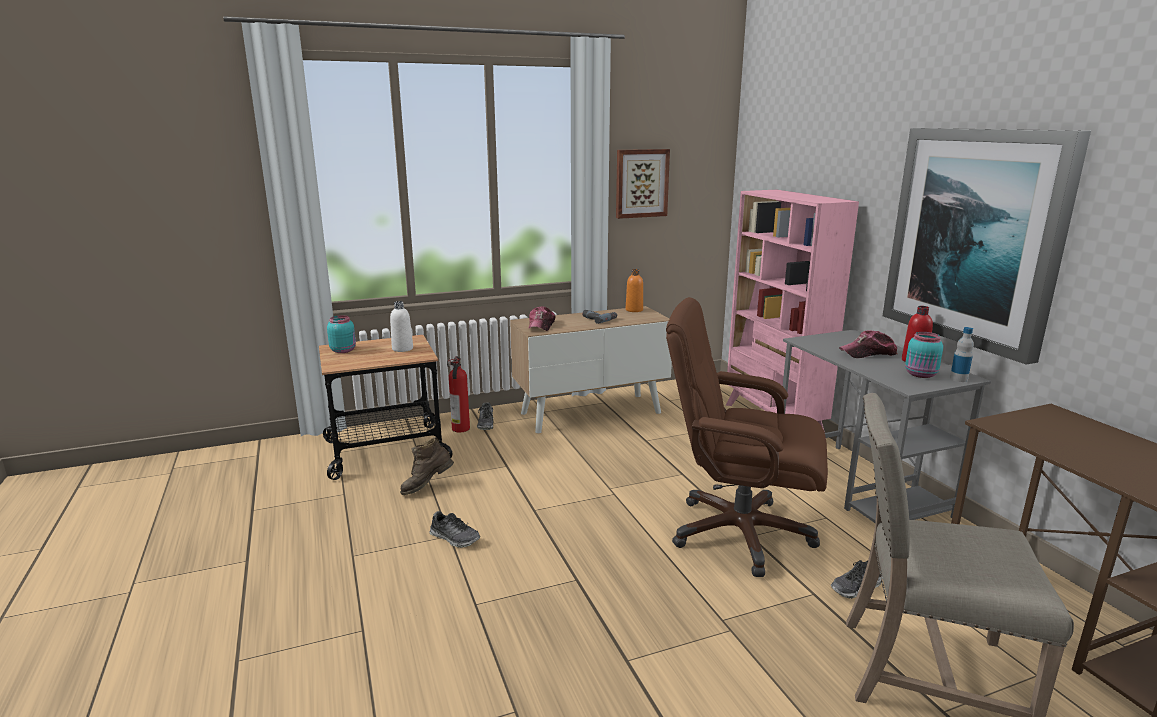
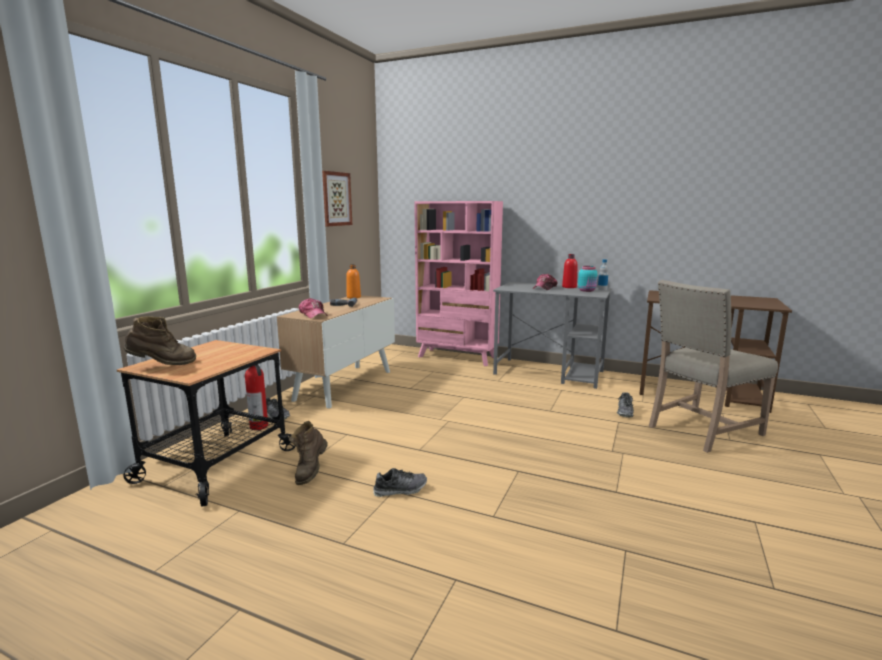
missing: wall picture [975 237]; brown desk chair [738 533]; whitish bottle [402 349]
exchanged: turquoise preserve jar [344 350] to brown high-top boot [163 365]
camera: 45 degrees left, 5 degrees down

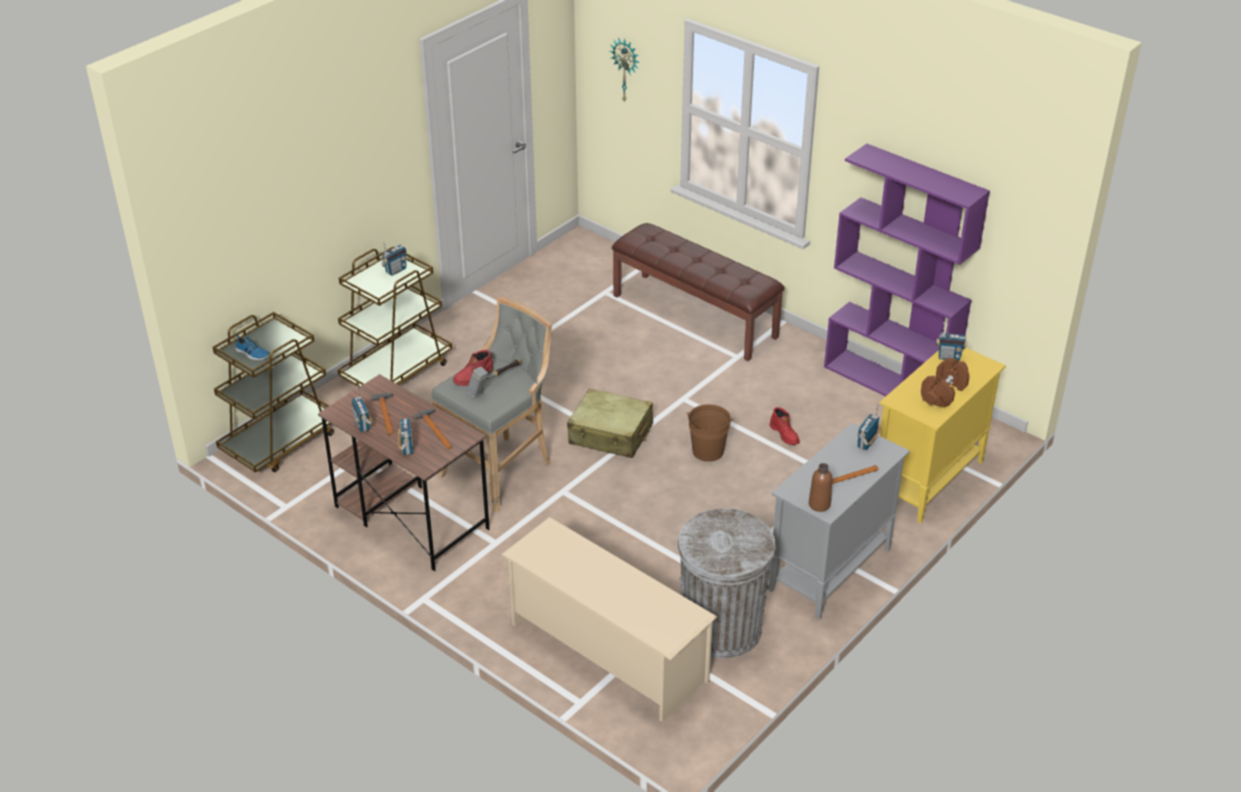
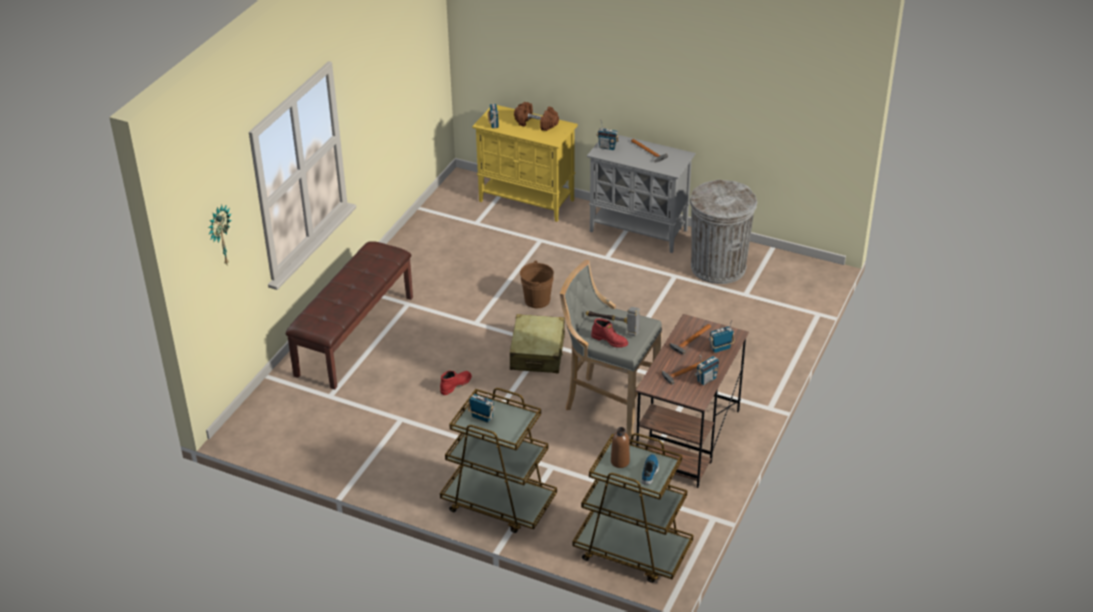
missing: purple bookshelf [889 384]; sand-coloured shoe rack [607 651]
relocated: reddish high-top boot [785 434] to [455 385]; brown bottle [819 504] to [620 461]
camera: 105 degrees left, 0 degrees up

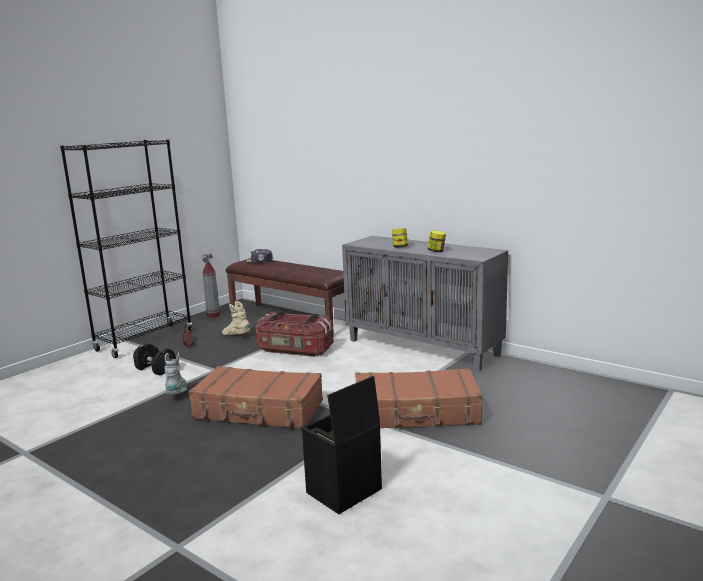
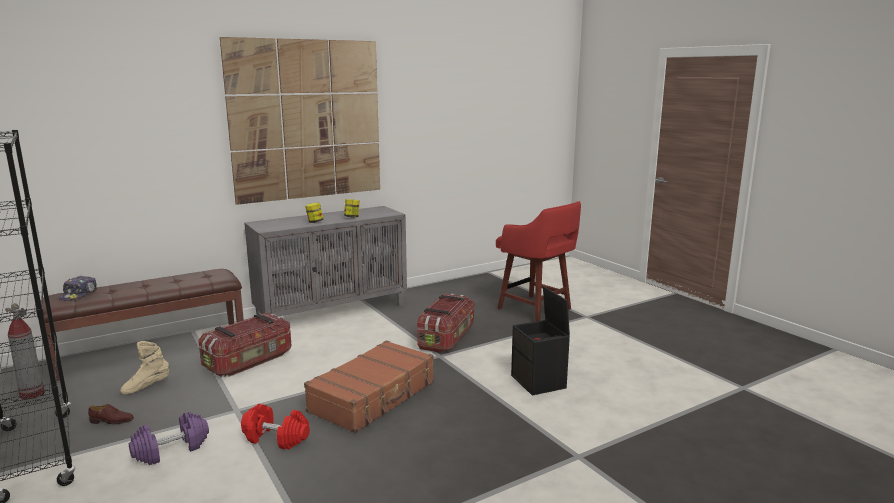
appeared: wall picture [306 120]; reddish stool seat [536 309]
exchanged: gray high-top boot [178 393] to reddish hand weight [275 438]; brown piece of luggage [416 413] to storage box [447 338]
colour: blackish hand weight [156 368] to purple hand weight [171 450]
camera: 70 degrees left, 0 degrees up

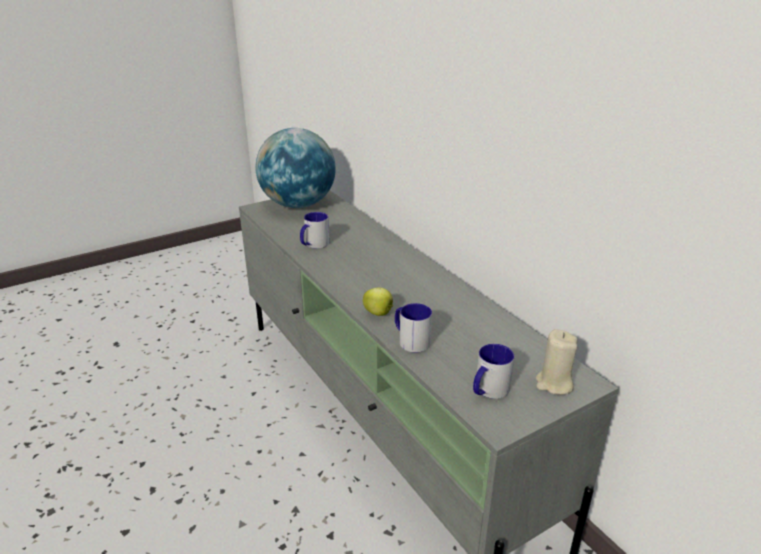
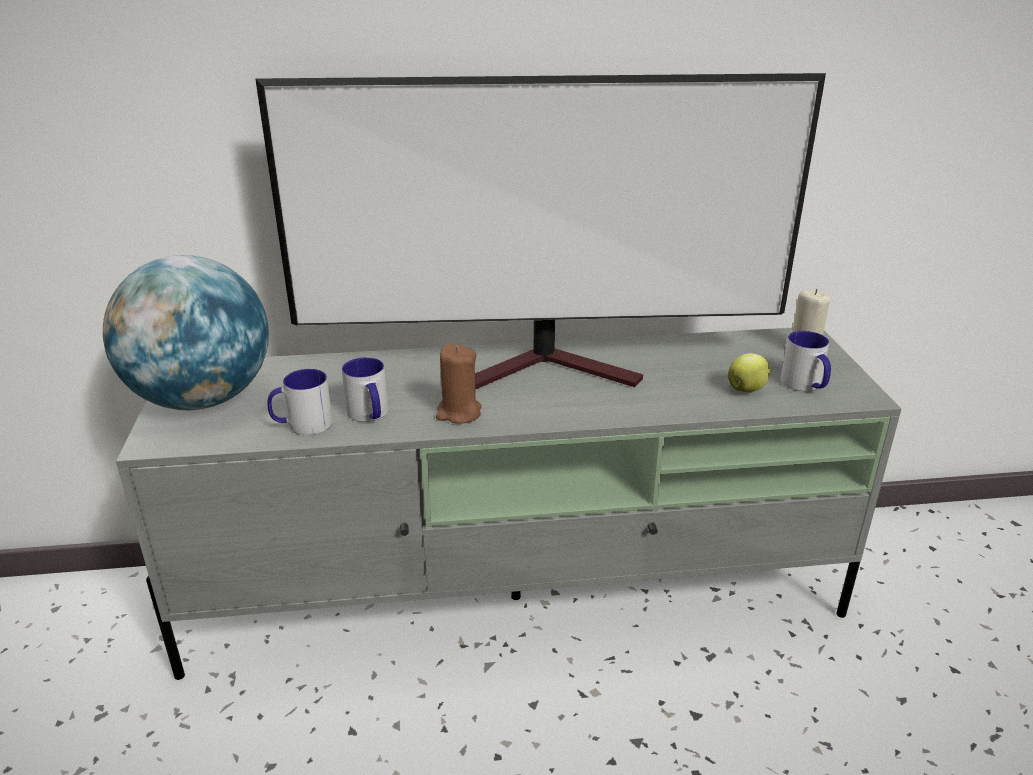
appeared: TV [552 369]; brown wax candle [458 413]
relocated: whole apple [379 313] to [746 389]; mug [410 340] to [302 425]
camera: 65 degrees left, 0 degrees up

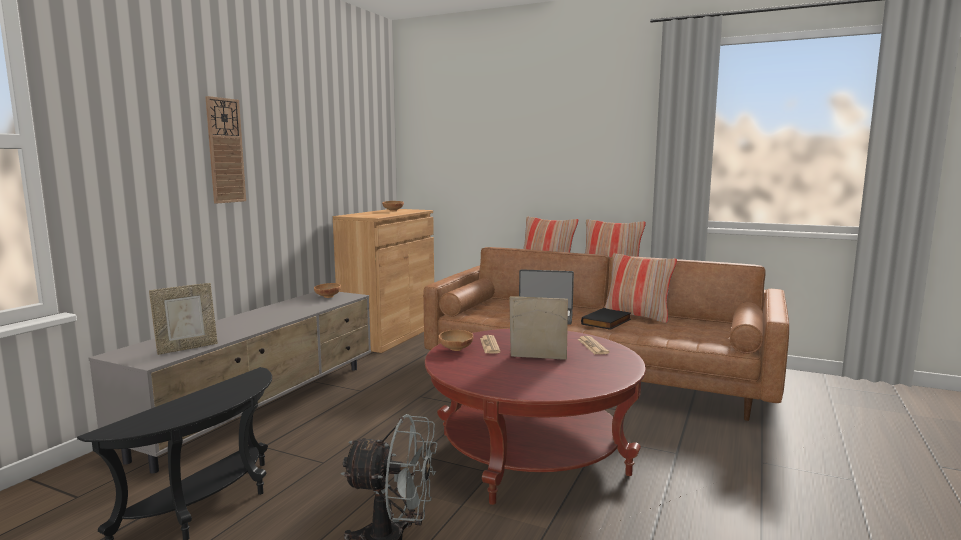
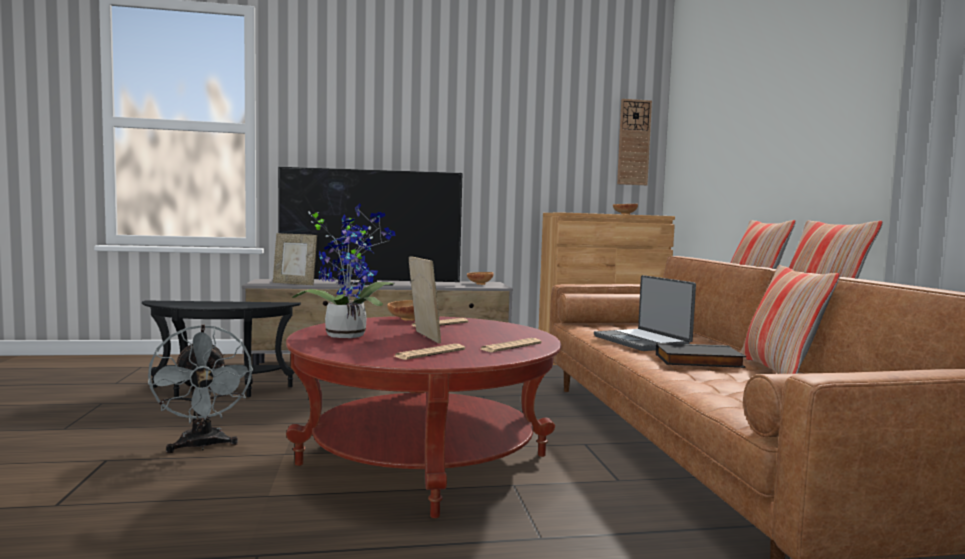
appeared: TV [369 283]; houseplant [348 334]; printed paper [430 353]
relocated: hanging clock [225 151] to [633 142]
camera: 55 degrees right, 5 degrees down

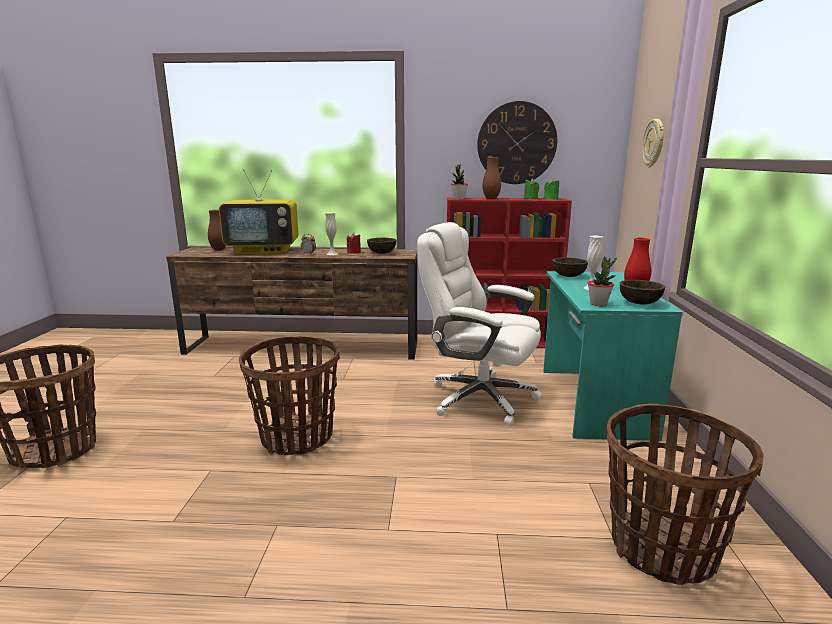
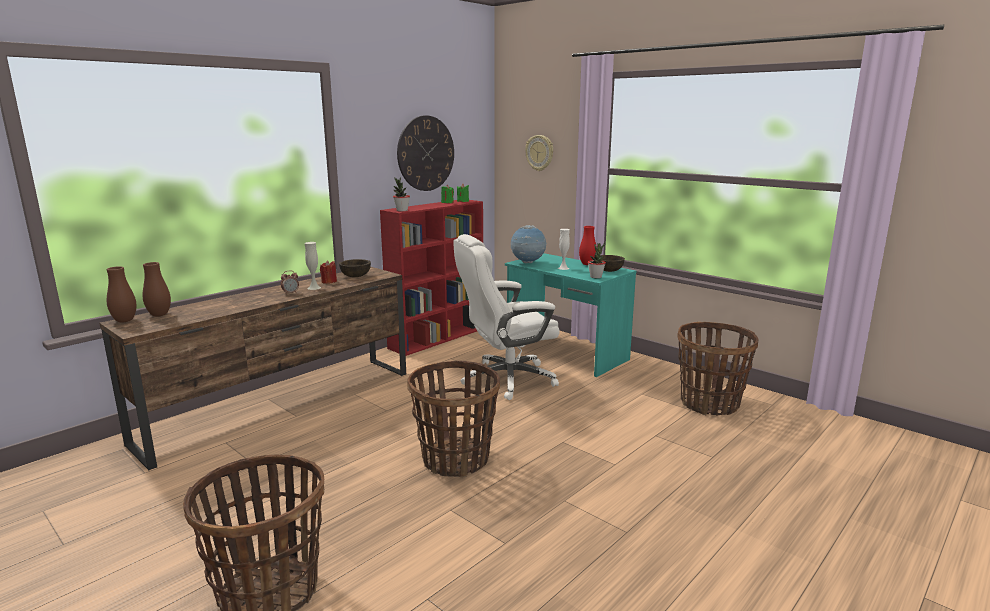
missing: TV [264 251]
relocated: brown flower vase [491 199] to [125 321]
exchanged: brown deep dish [568 276] to globe [528 263]
camera: 50 degrees left, 0 degrees up

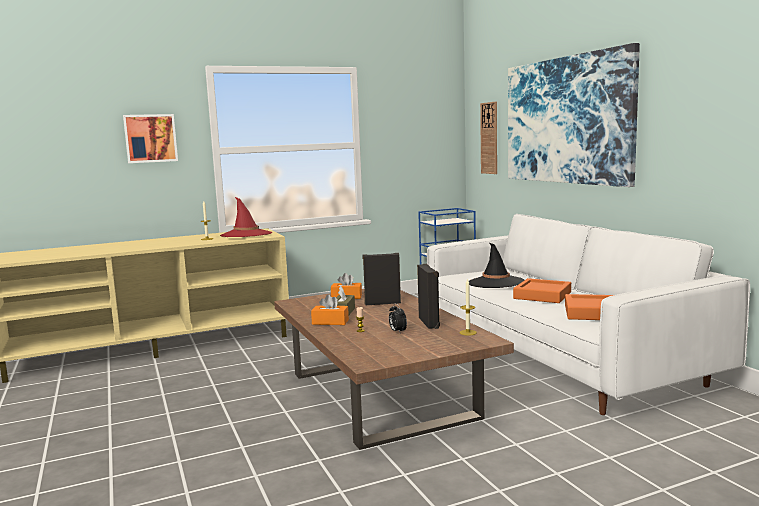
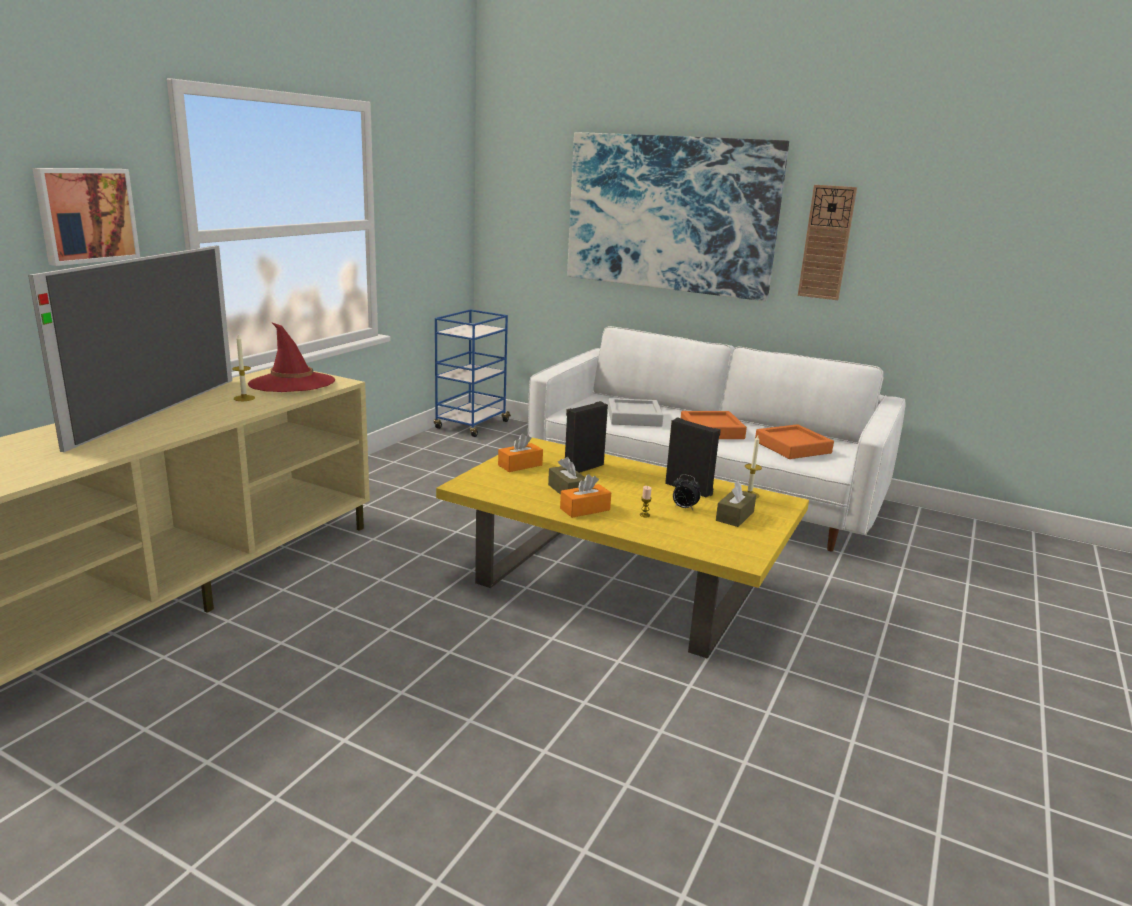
appeared: TV [159 411]; brown box of tissues [735 516]
relocated: hanging clock [489 138] to [826 243]
exchanged: blackish hat [495 282] to gray serving tray [634 418]
colour: brown low table [382 394] to yellowish low table [620 583]
camera: 40 degrees left, 10 degrees up

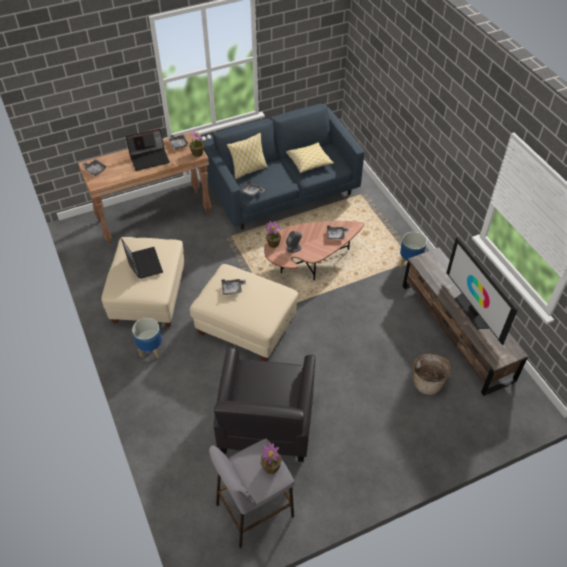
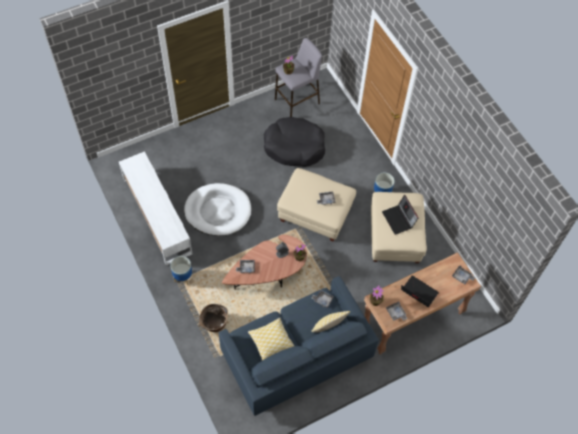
missing: TV [473 311]
appeared: whitish pet bed [218 211]
relocated: household basket [427 382] to [214 324]
exchanged: blackish armchair [266 424] to blackish pet bed [294 147]
colour: brown tv unit [456 332] to whitish tv unit [157 215]
spun: portable computer [150 158] = [417 293] 60 degrees clockwise
camera: 175 degrees right, 10 degrees up

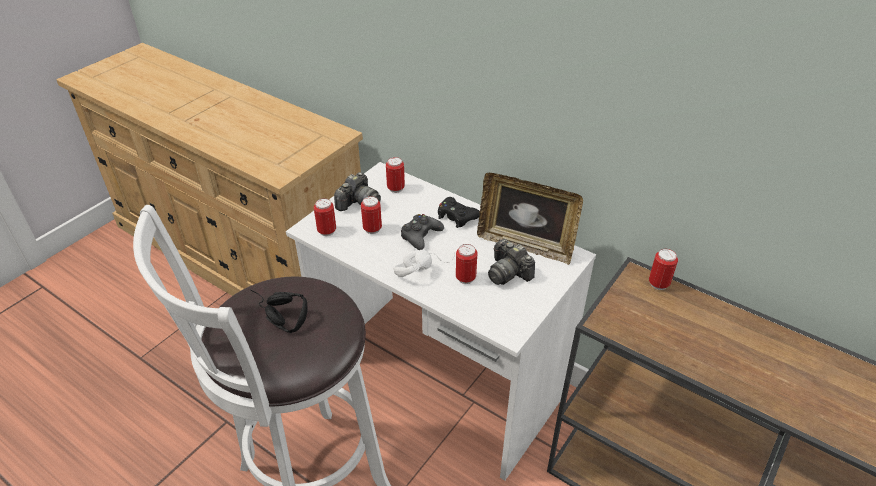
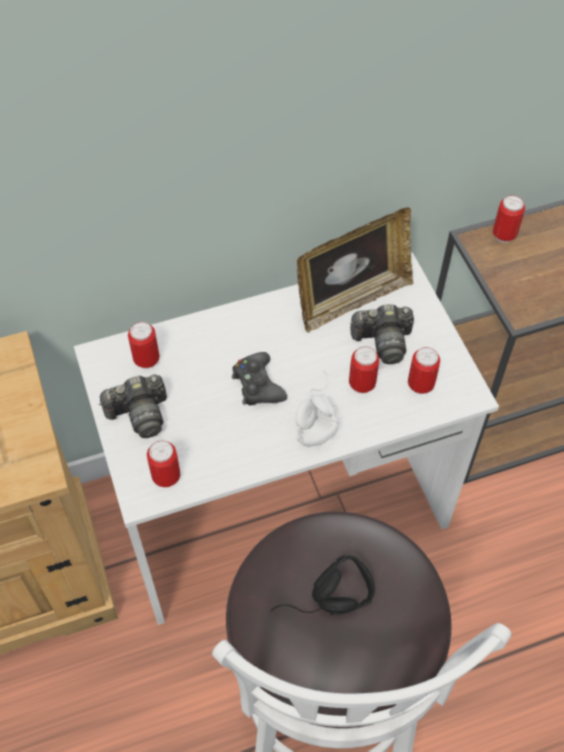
missing: blackish gamepad [457 216]
relocated: can [372 229] to [420 385]
spun: photo camera [358 203] = [139 414] 90 degrees clockwise
camera: 55 degrees left, 15 degrees up

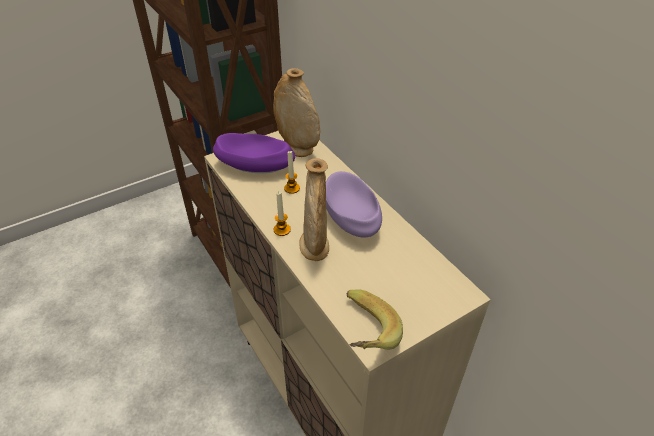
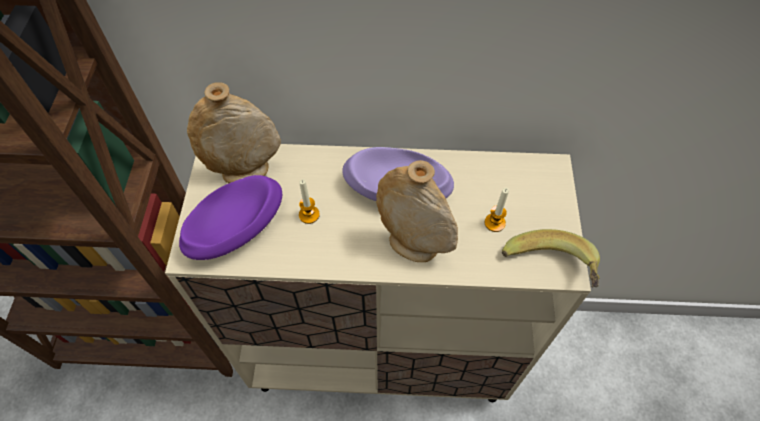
relocated: wax candle [282 230] to [494 223]
camera: 55 degrees left, 15 degrees up

